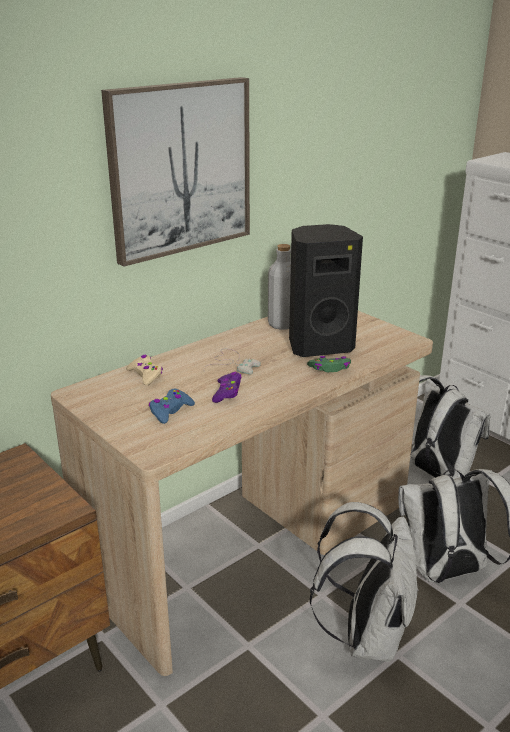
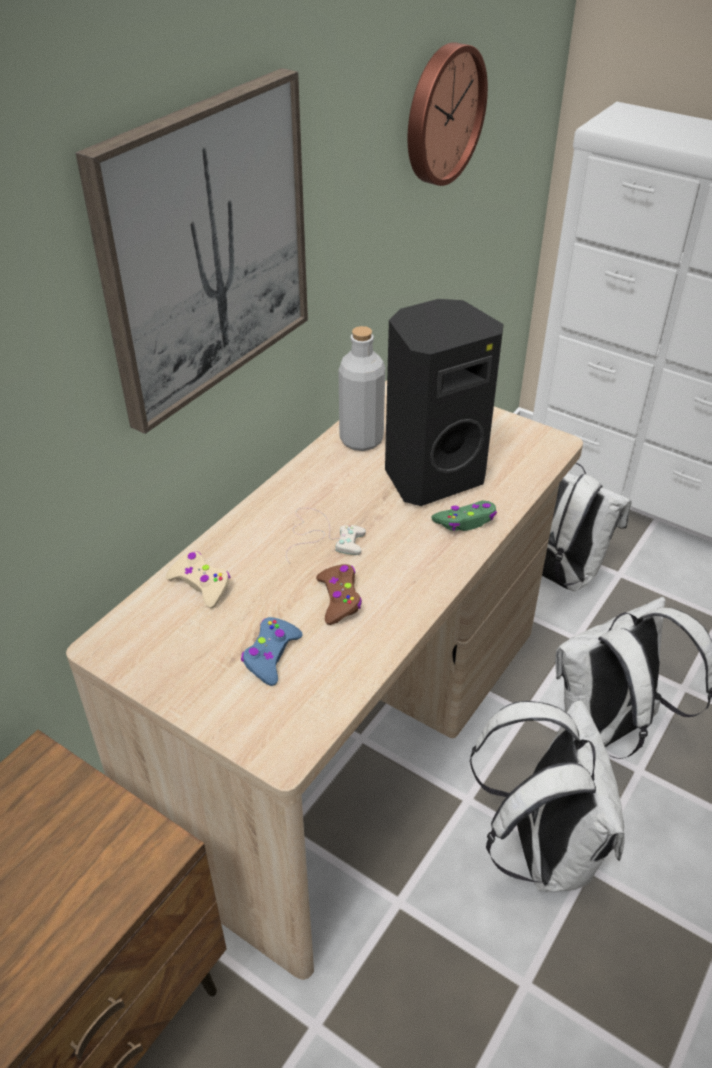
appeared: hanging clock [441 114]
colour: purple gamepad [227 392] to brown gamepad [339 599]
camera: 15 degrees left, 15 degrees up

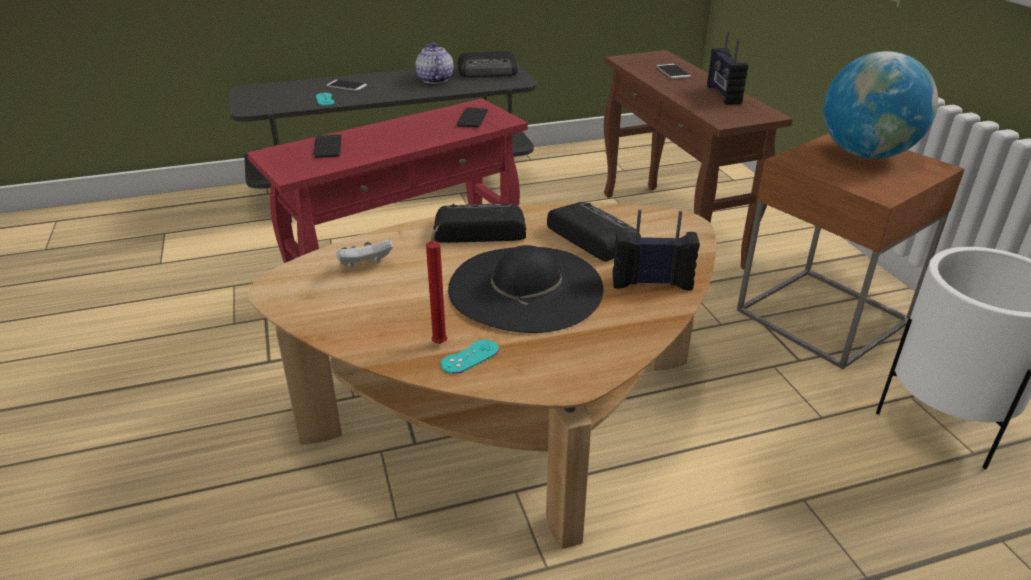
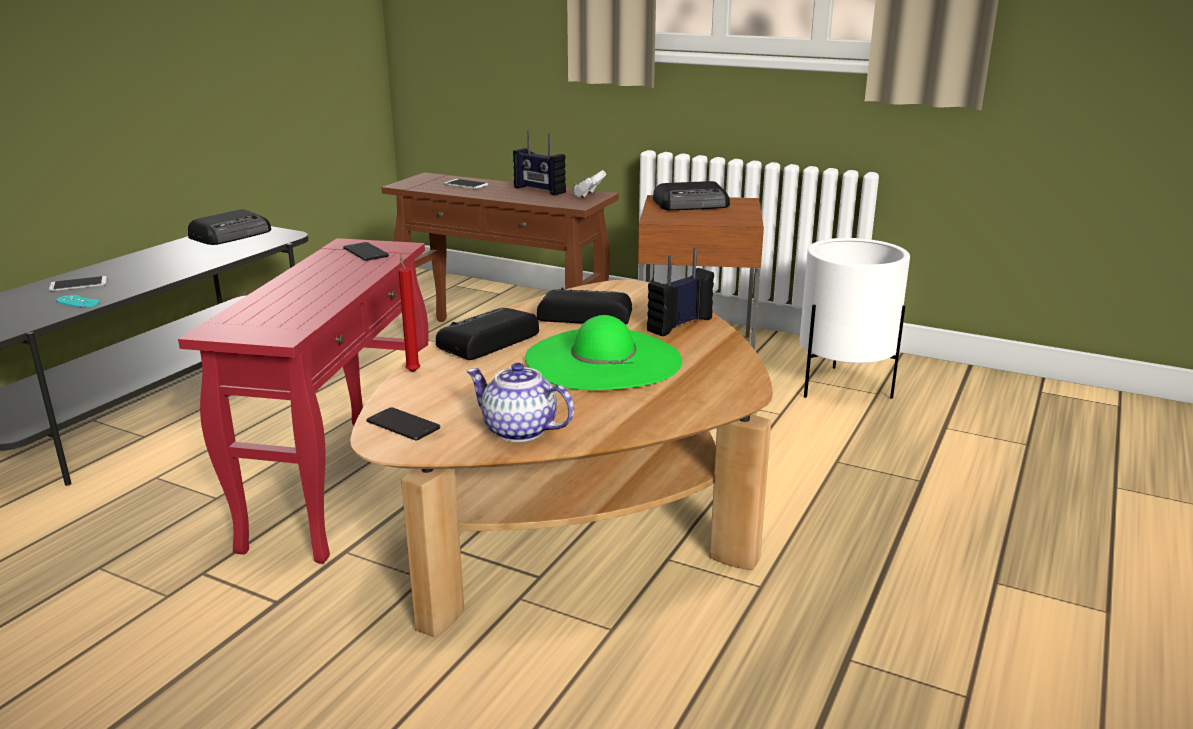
missing: turquoise gamepad [470 357]
relocated: teapot [434 79] to [518 431]; handset [327 147] to [403 425]; reddish wax candle [441 342] to [412 371]; whitish gamepad [365 266] to [588 195]
exchanged: globe [865 154] to radio [692 204]
colour: blackish hat [526 287] to greenish hat [603 359]
camera: 45 degrees left, 10 degrees down

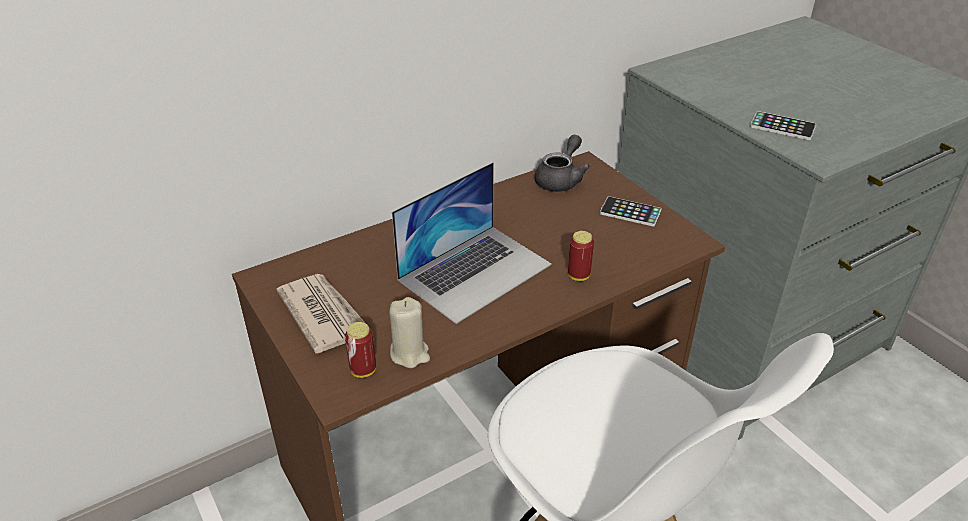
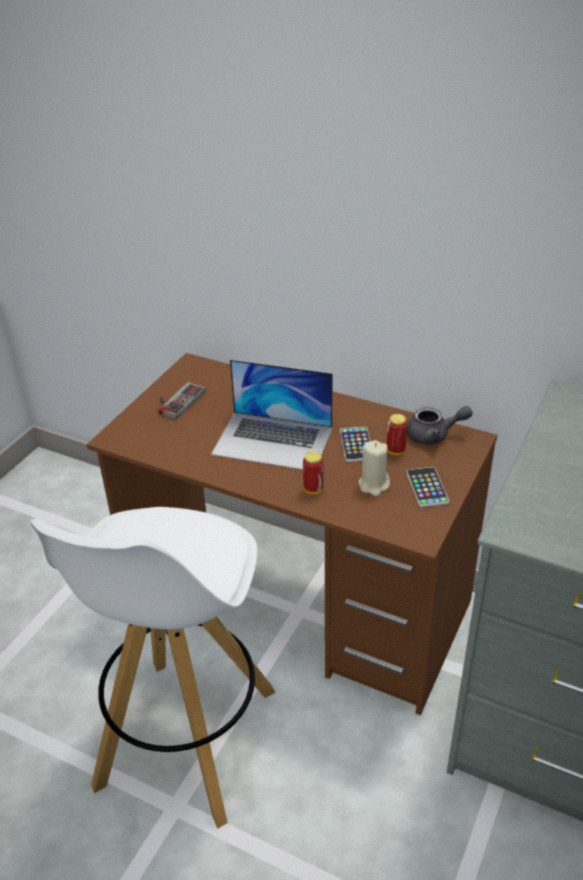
relocated: handset [782 127] to [356 445]; sand-coloured wax candle [410 353] to [374 485]; can [363 370] to [395 451]
exchanged: printed paper [323 314] to gamepad [177 401]
camera: 60 degrees right, 0 degrees up

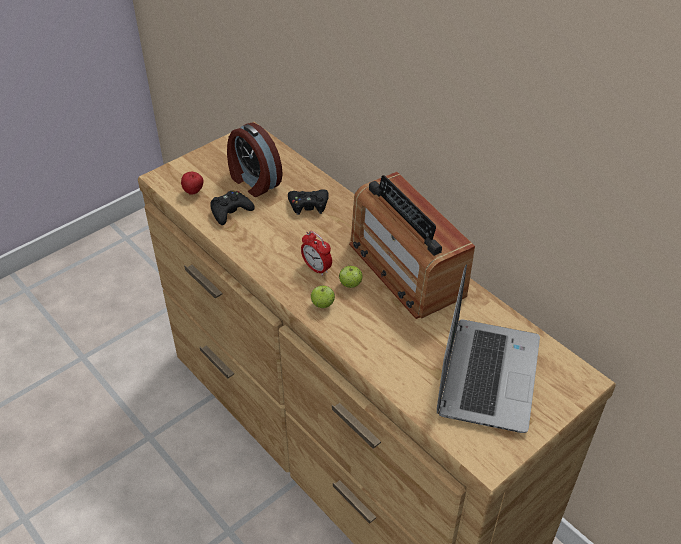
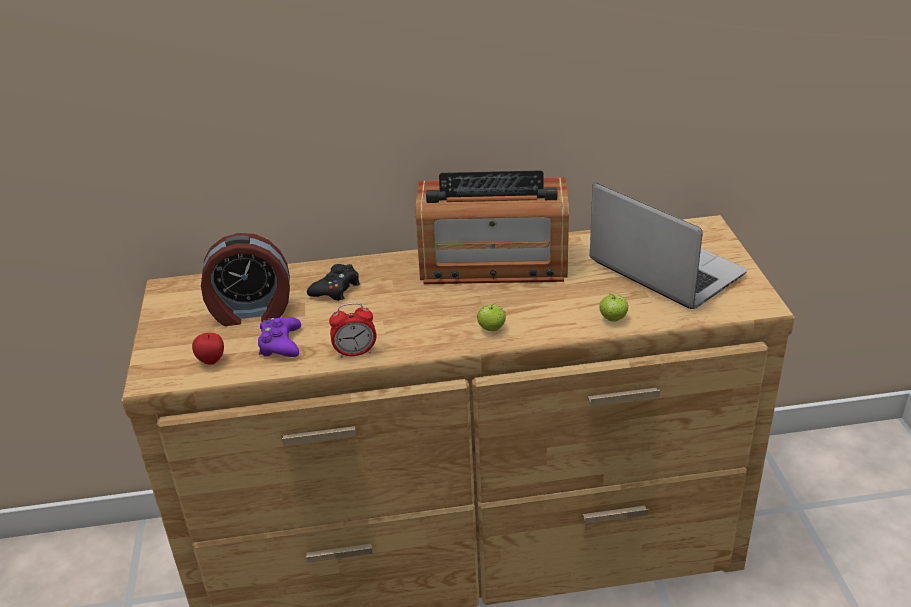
relocated: bedside clock [316 268] to [355 352]; whole apple [350 284] to [613 319]
colour: blackish gamepad [230 211] to purple gamepad [280 344]
camera: 55 degrees left, 10 degrees down

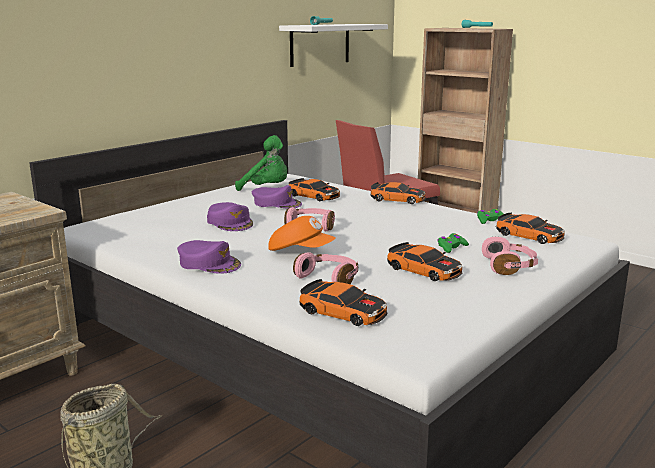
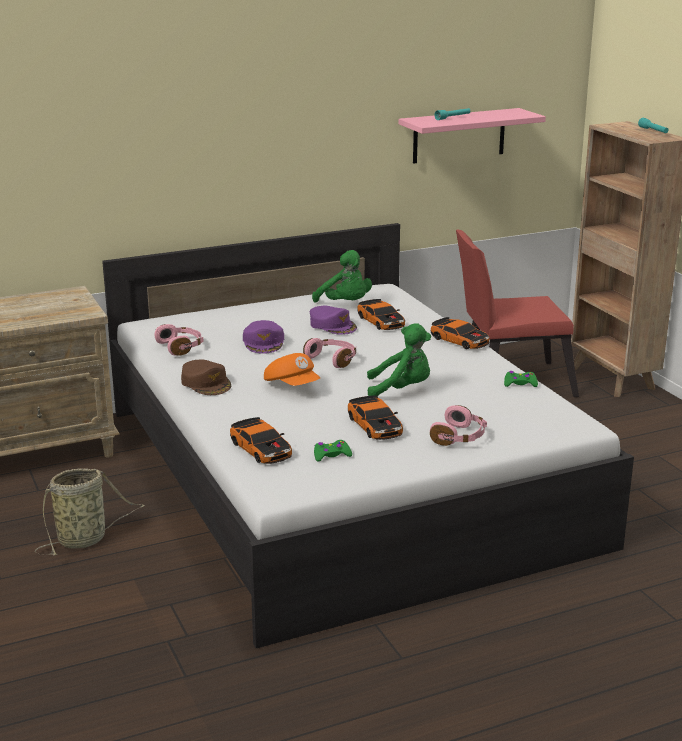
missing: toy car [530 235]
appeared: greenish soft toy [401 390]
relocated: greenish gamepad [451 247] to [331 455]; pink pair of headphones [329 278] to [181 347]
colour: whitish shelf [320 44] to pink shelf [459 135]; purple cap [209 263] to brown cap [206 383]
camera: 25 degrees right, 5 degrees up

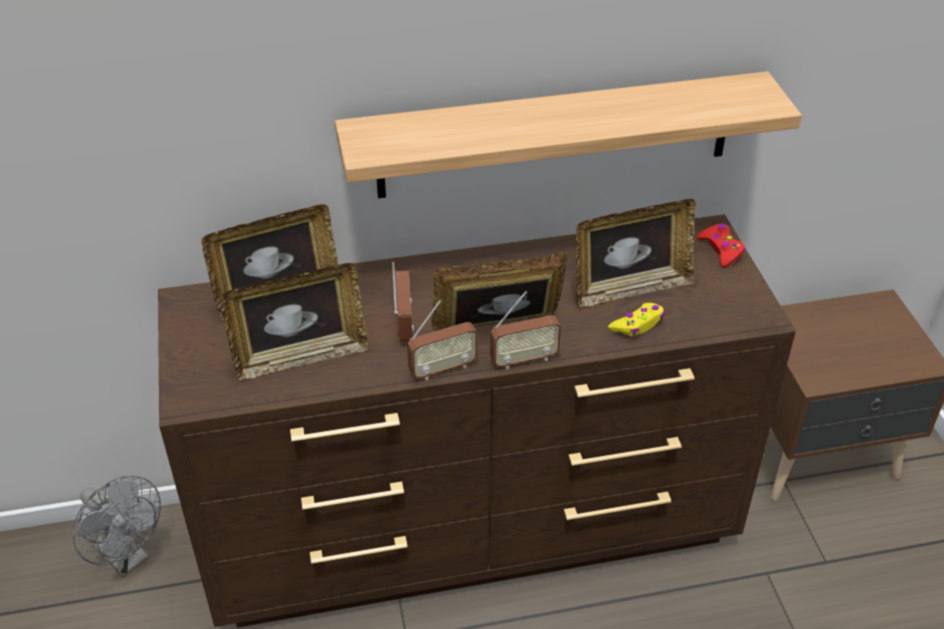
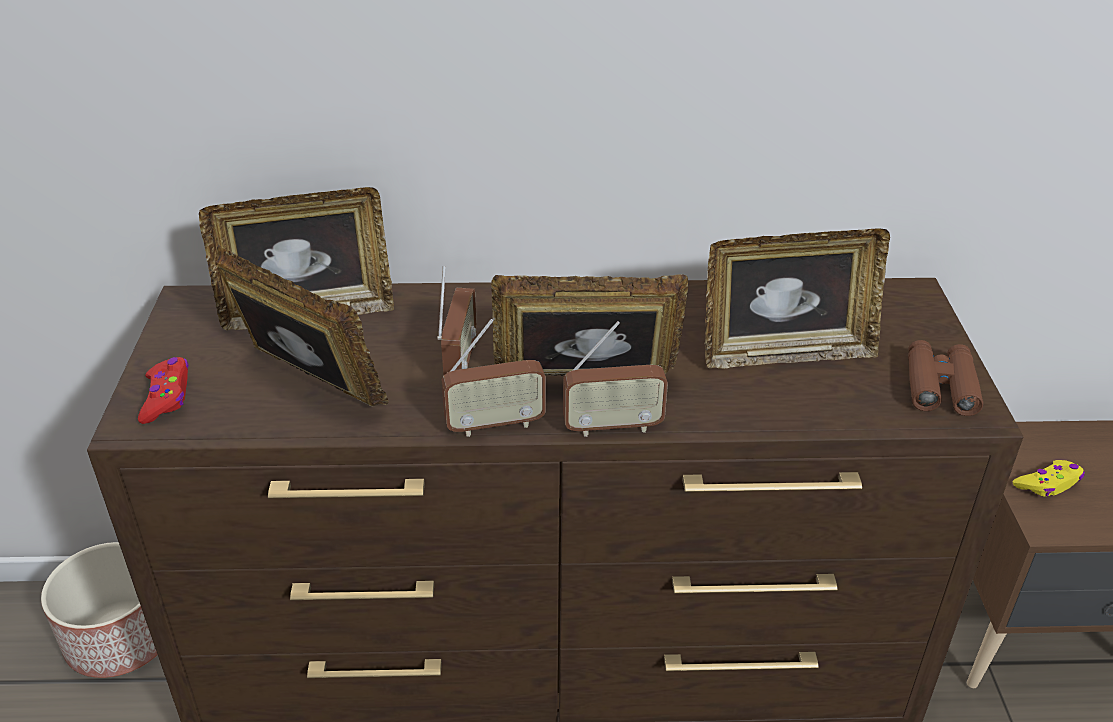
missing: shelf [555 135]
appeared: brown binoculars [940 386]
relocated: reddish gamepad [721 250] to [166 397]; yellowish gamepad [637 325] to [1048 484]
exchanged: gray electric fan [127 558] to planter [121 637]
spun: photo frame [300 357] = [308 386] 135 degrees counterclockwise
camera: 10 degrees right, 5 degrees down

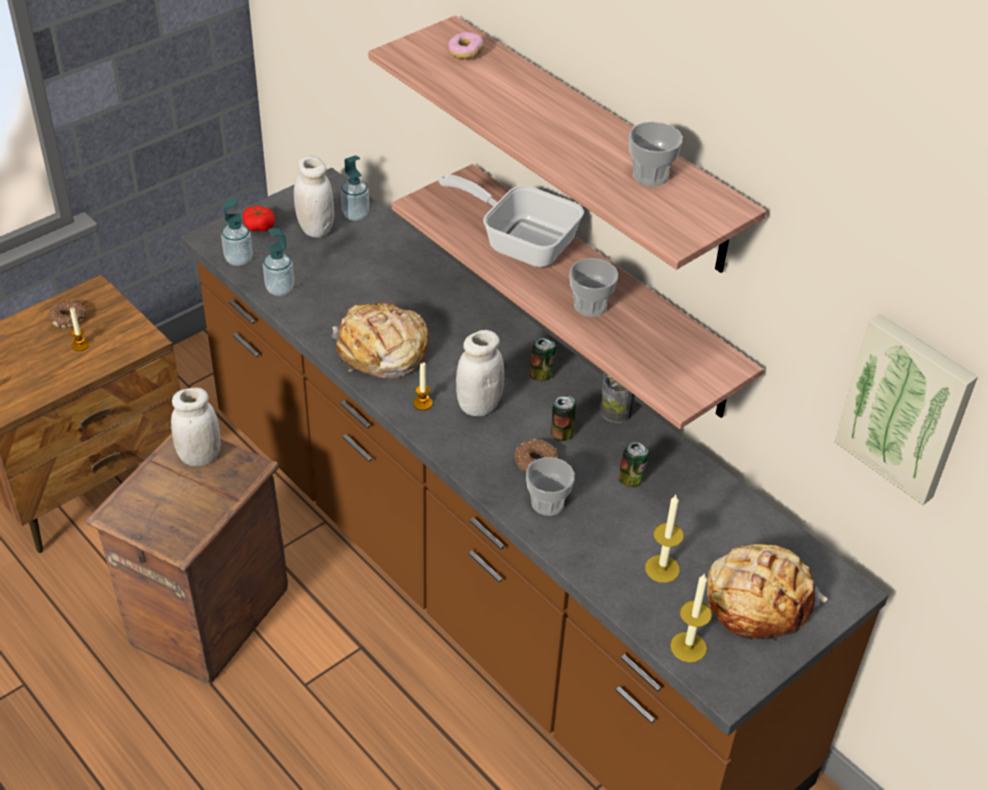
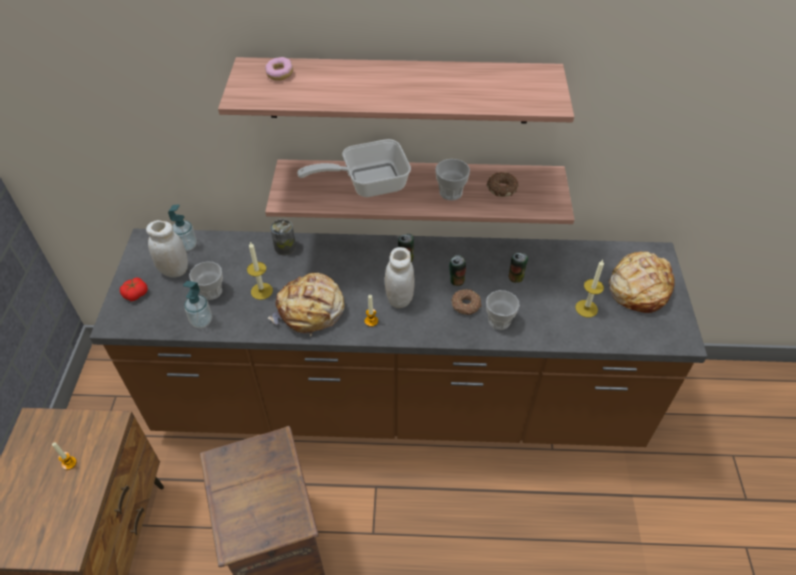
missing: soap dispenser [238 259]; wall picture [907 407]; whitish preserve jar [199 457]
relocated: small cup [650 176] to [211 291]; donut [69 318] to [501 188]; can [616 411] to [285 247]; wax candle [688 647] to [261 291]
camera: 45 degrees left, 5 degrees up

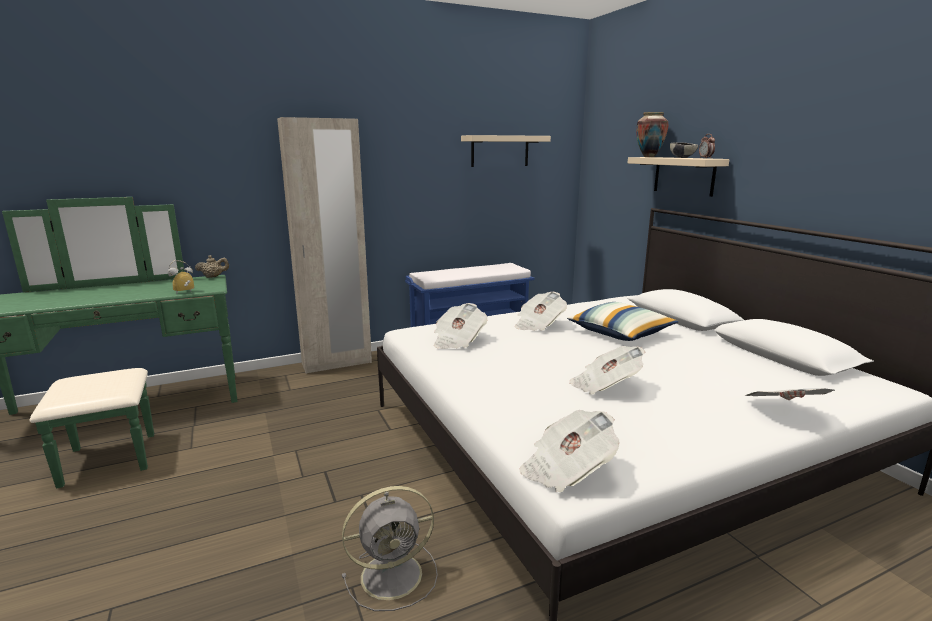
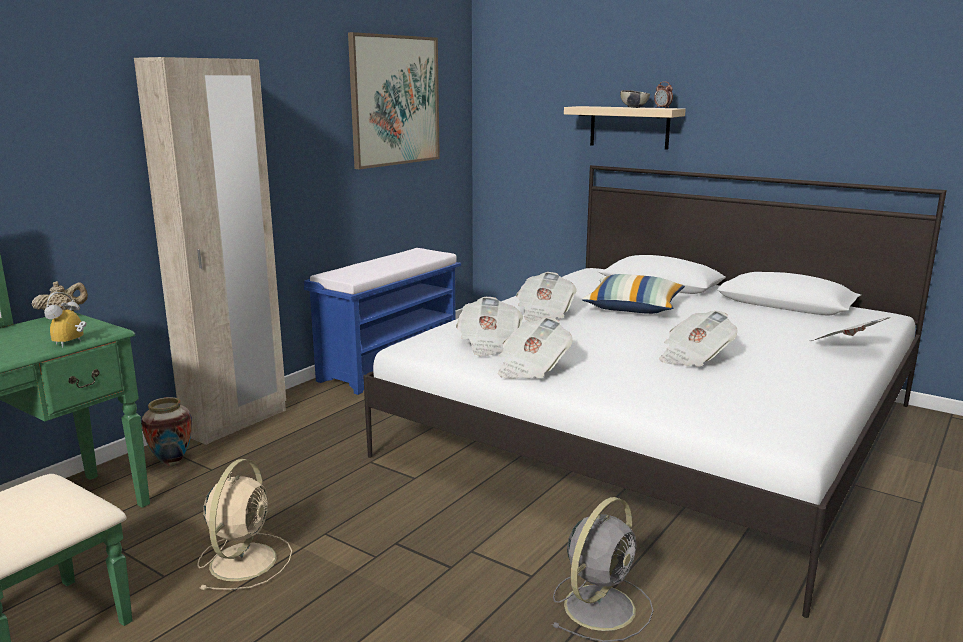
appeared: sand-coloured electric fan [244 560]
relocated: flower vase [649 157] to [171 462]; printed paper [566 470] to [531 368]
exchanged: sand-coloured shelf [500 151] to wall picture [395 100]
camera: 30 degrees left, 0 degrees up

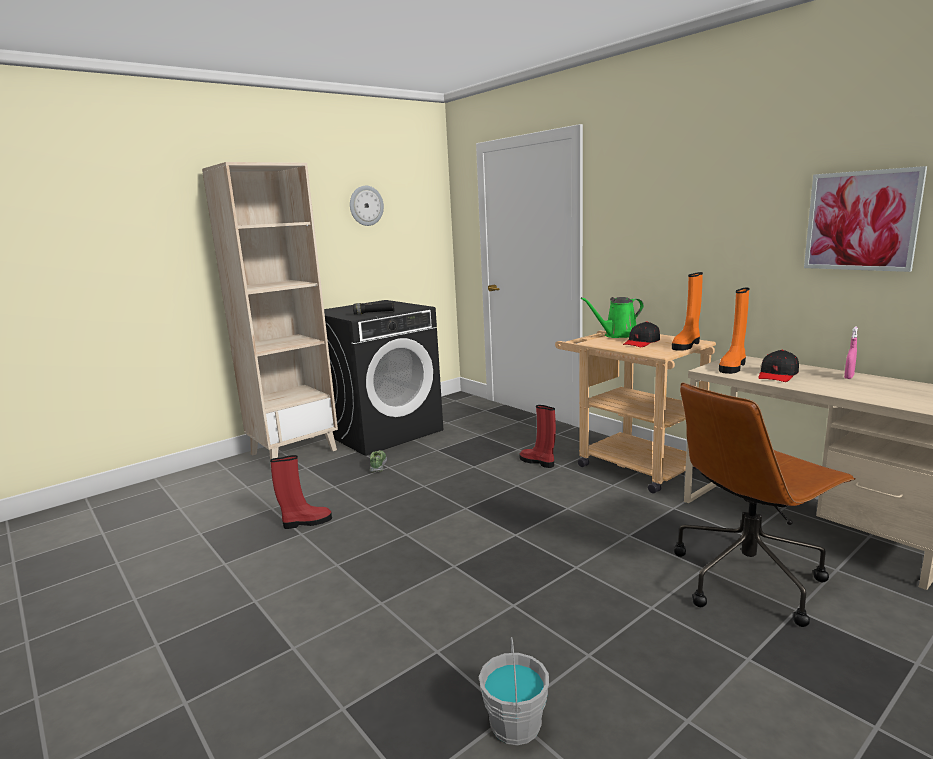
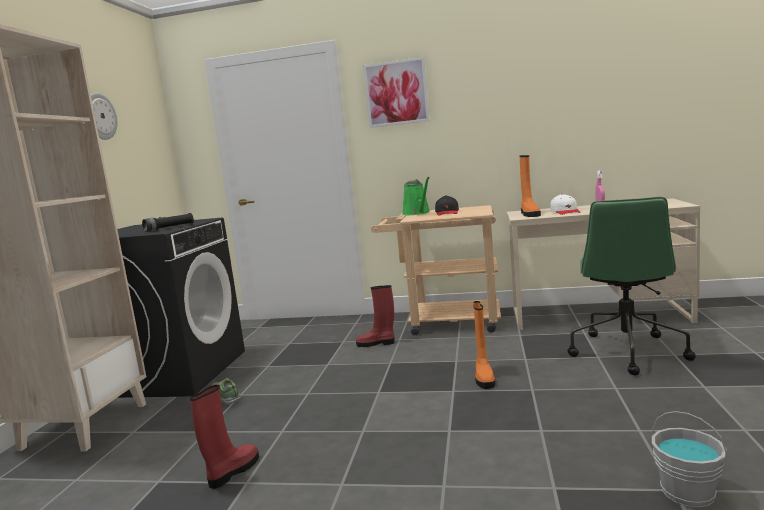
relocated: wall picture [861 221] to [396 93]; orange high-top boot [686 345] to [484 377]
colour: blackish cap [777 375] to whitish cap [565 212]; brown desk chair [747 578] to greenish desk chair [626 351]
spun: greenish watering pot [618 335] = [417 213] 45 degrees counterclockwise
camera: 40 degrees left, 5 degrees down

